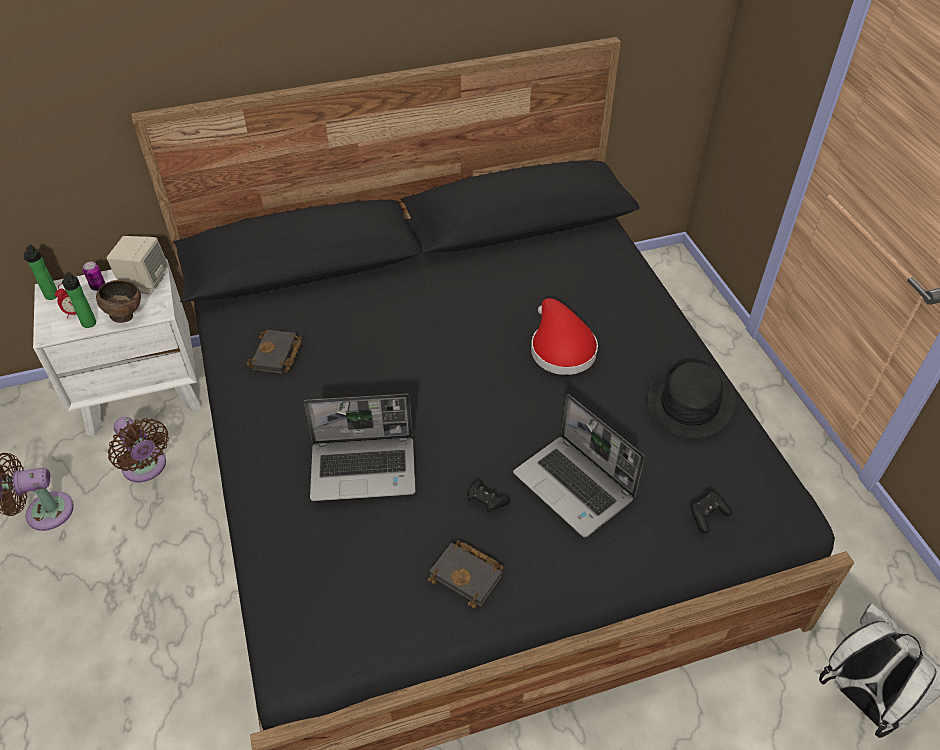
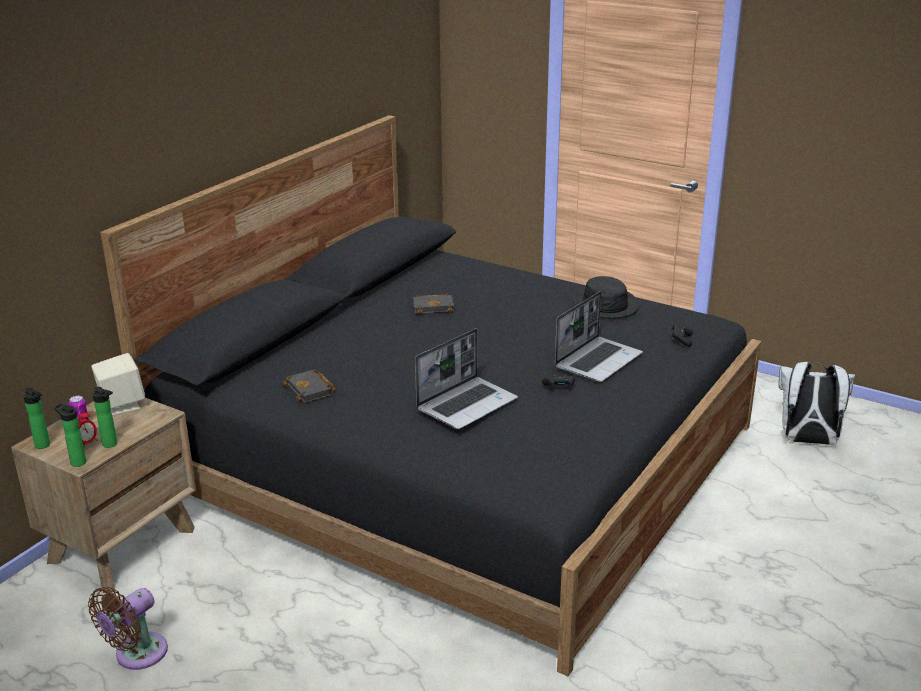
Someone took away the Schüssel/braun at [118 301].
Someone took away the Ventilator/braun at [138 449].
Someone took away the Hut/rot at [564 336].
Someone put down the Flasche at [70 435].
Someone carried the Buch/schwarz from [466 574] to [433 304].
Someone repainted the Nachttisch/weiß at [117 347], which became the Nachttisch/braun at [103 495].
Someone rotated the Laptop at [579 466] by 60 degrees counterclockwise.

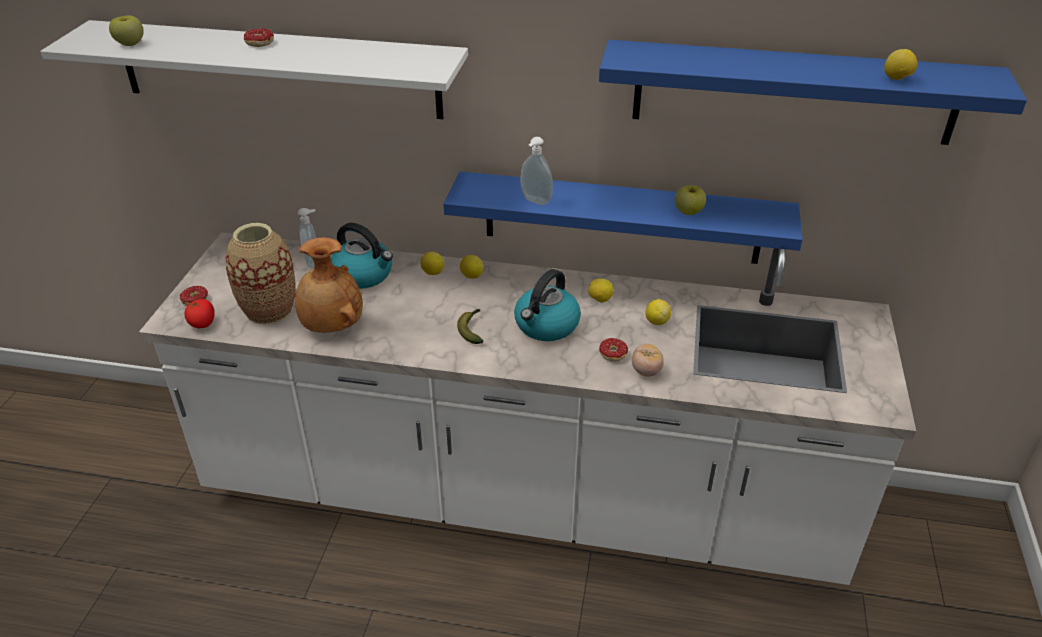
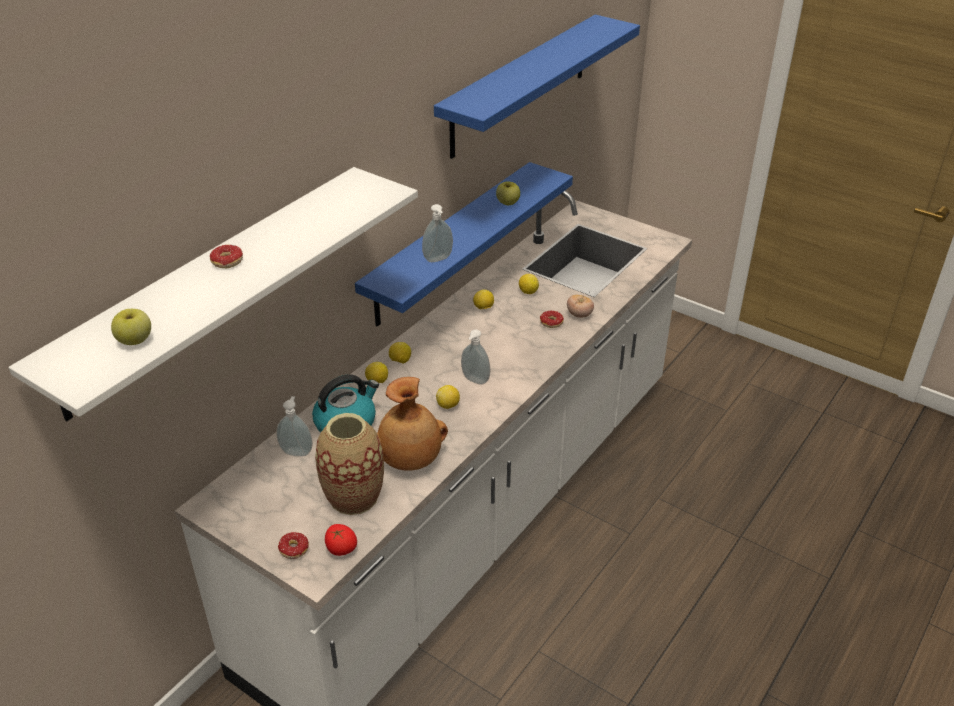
Someone took away the Wasserkessel at [547 305].
Someone carried the Zitrone from [901 64] to [448 397].
Someone swapped the Banane at [470 326] for the Seifenspender at [475 357].

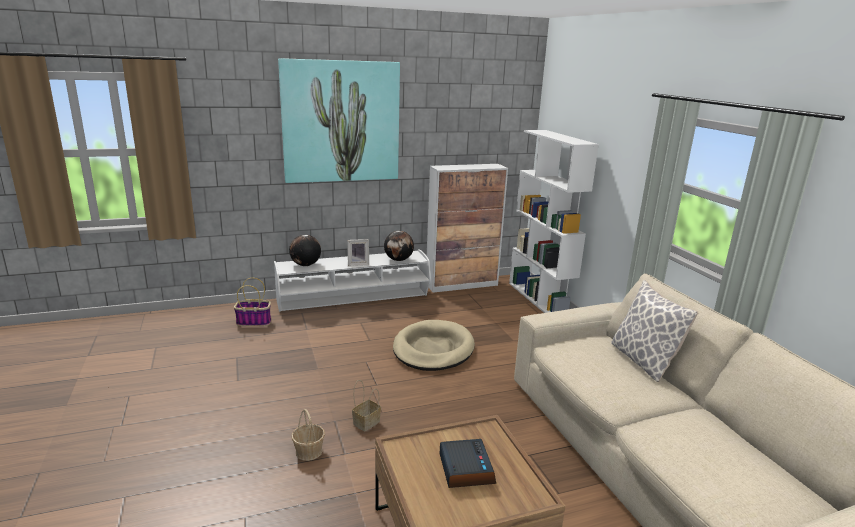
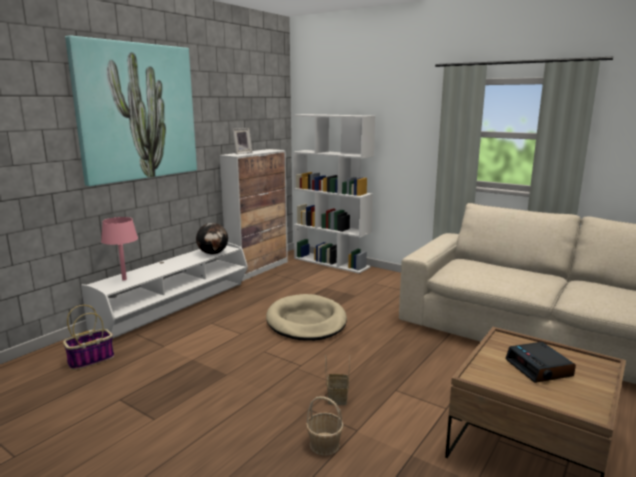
Someone took away the Kissen at [655 331].
Someone carried the Bilderrahmen from [358 252] to [243 141].
Someone swapped the Globus at [305 250] for the Tischlampe/rosa at [119 248].
Someone rotated the Wecker at [468 463] by 150 degrees counterclockwise.

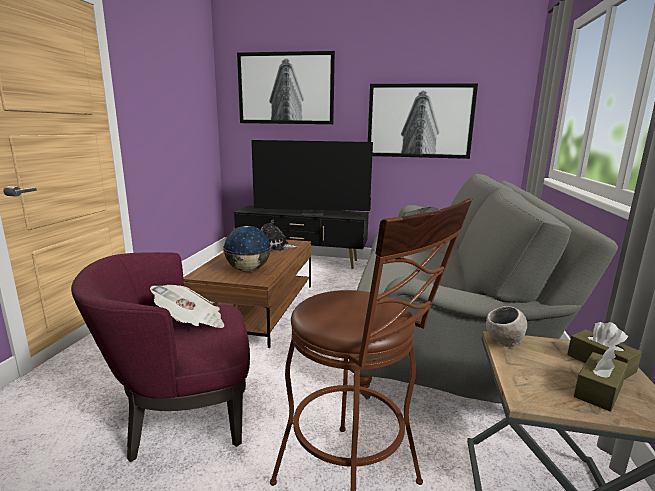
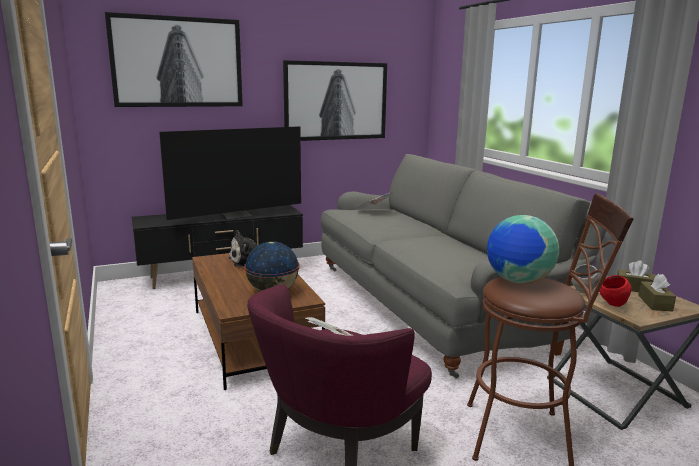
Someone put down the Globus at [523 249].
Someone put down the Schüssel/rot at [615 291].

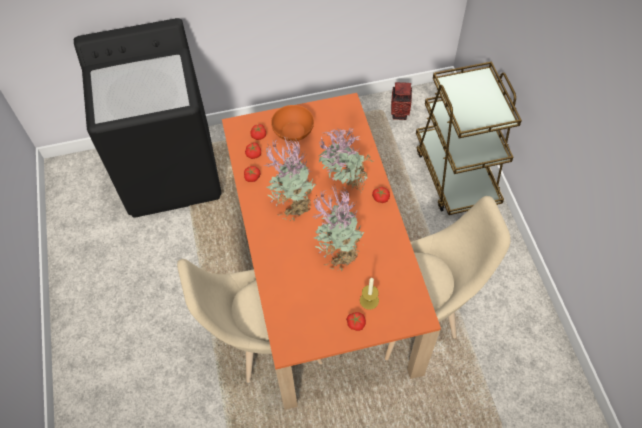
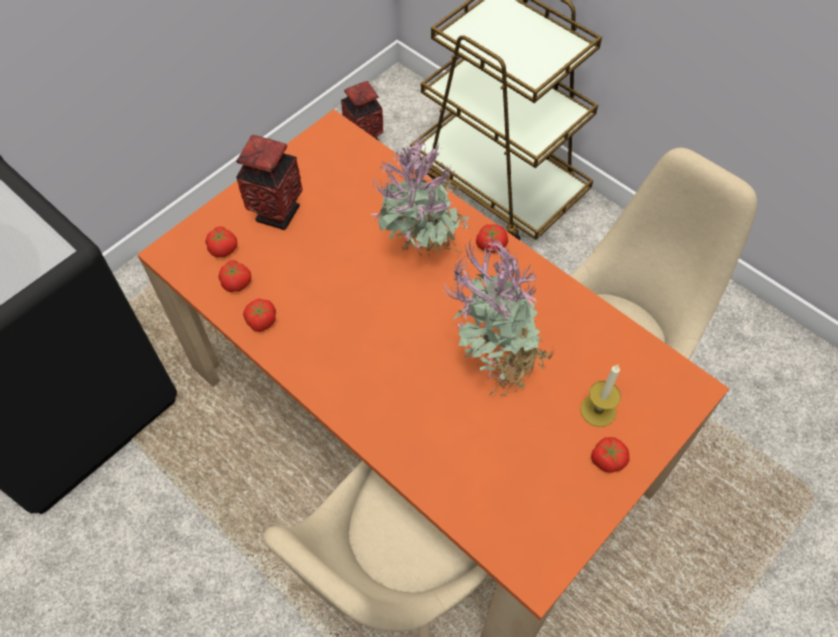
Someone took away the Topfpflanze at [290 179].
Someone swapped the Schüssel/orange at [292 123] for the Vase at [269 182].

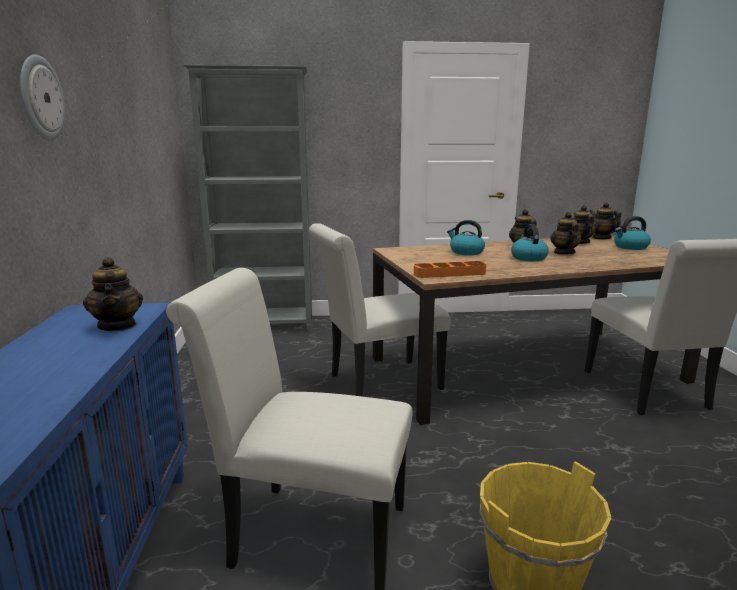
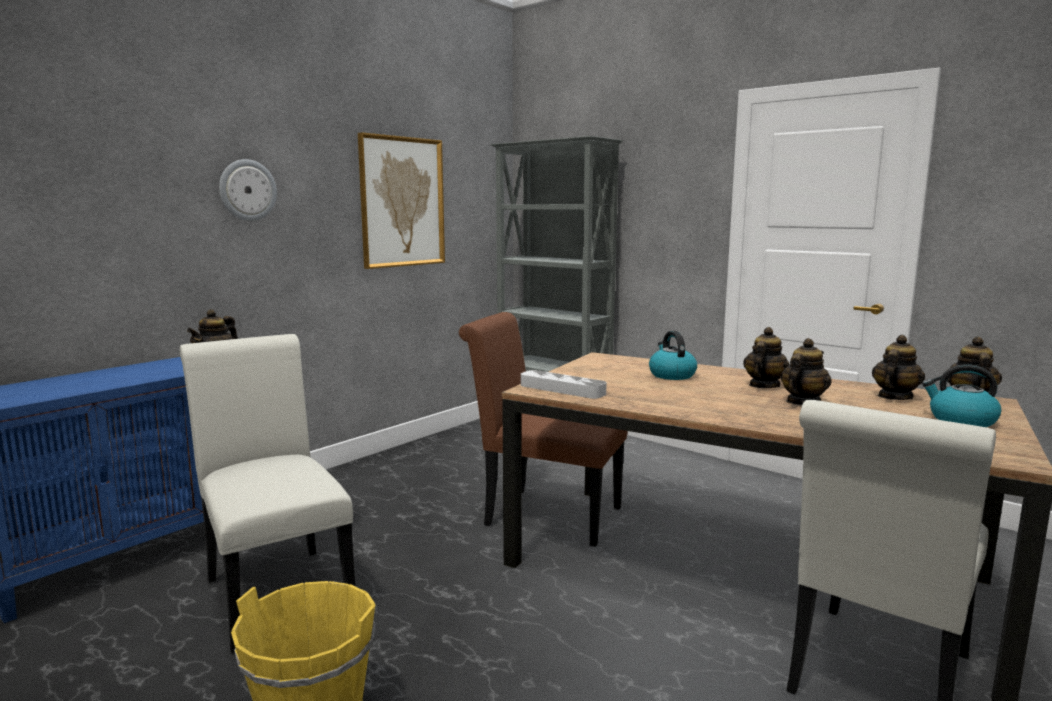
Someone took away the Wasserkessel at [530 242].
Someone put up the Bild at [401 200].
Someone repainted the Stuhl/weiß at [380 309], which became the Stuhl/braun at [543 429].
Someone repainted the Tablett/orange at [450 269], which became the Tablett/grau at [564 384].

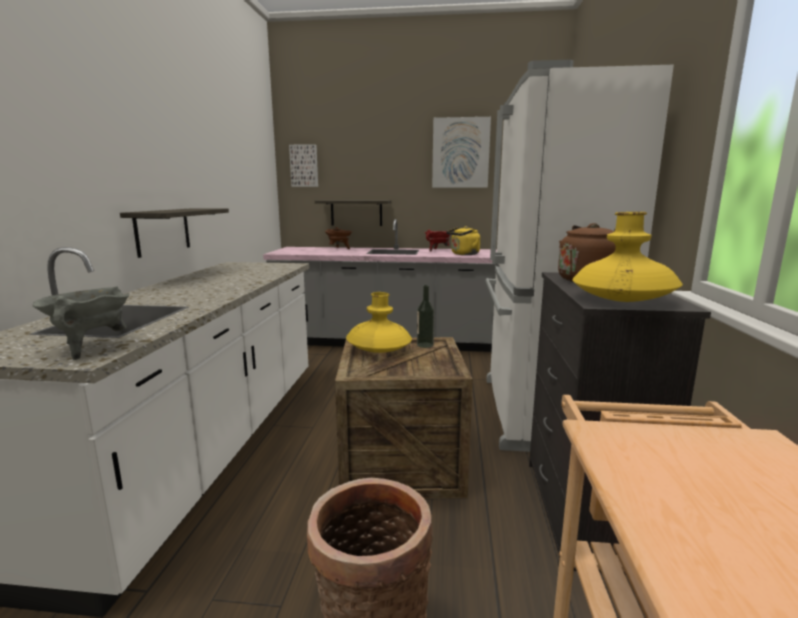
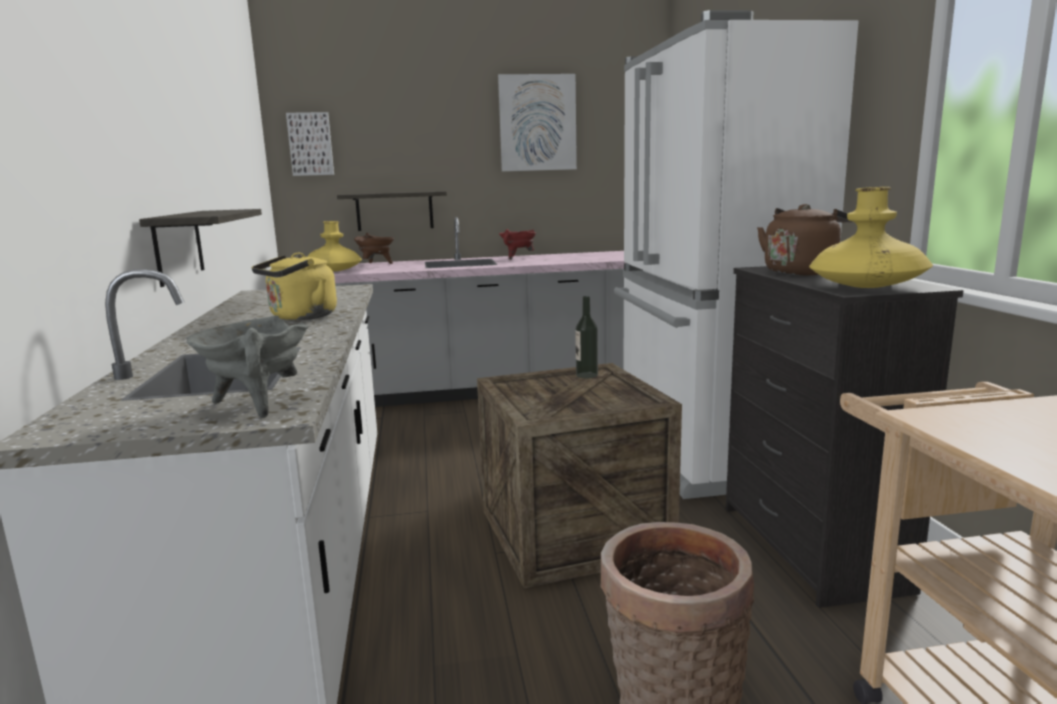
Someone carried the Vase/gelb from [379 322] to [334 246].
Someone carried the Wasserkessel/gelb from [463 240] to [294 286].

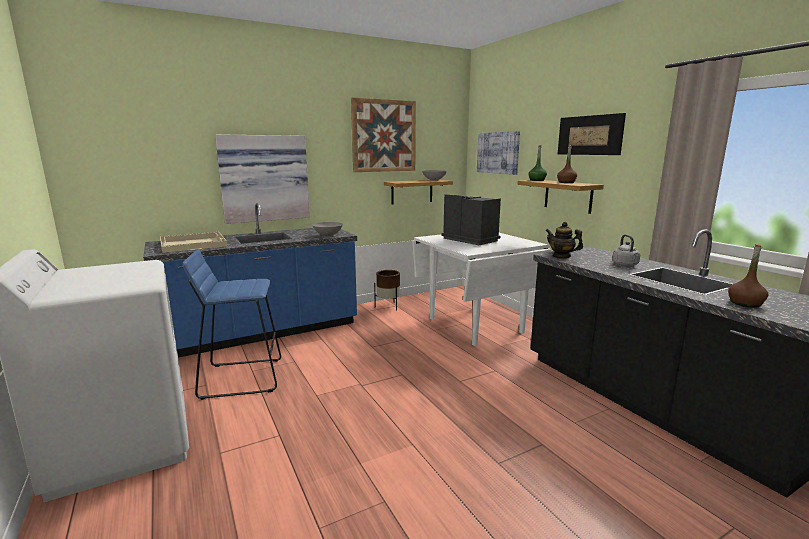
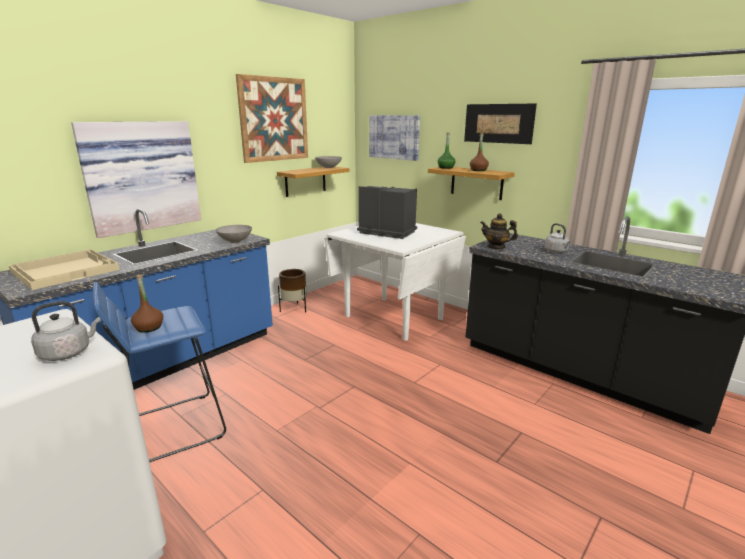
Someone put down the Wasserkessel/grau at [66 331].
Someone carried the Flasche/braun from [748 276] to [147 304].

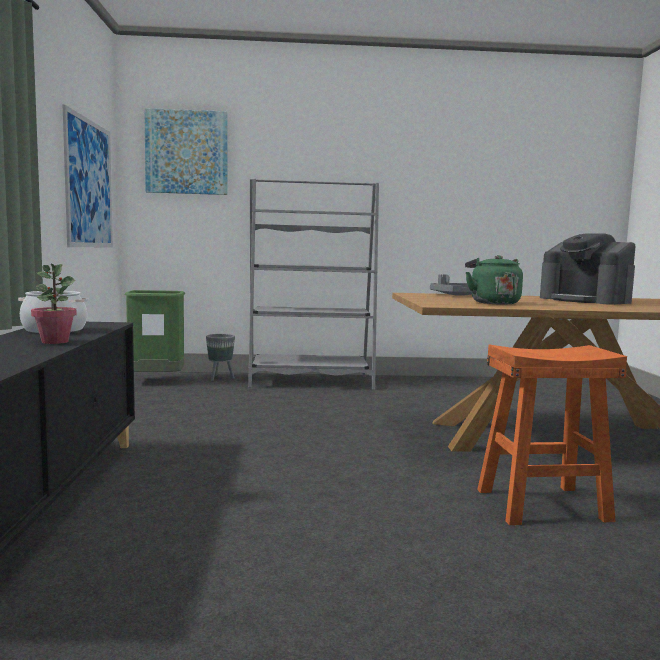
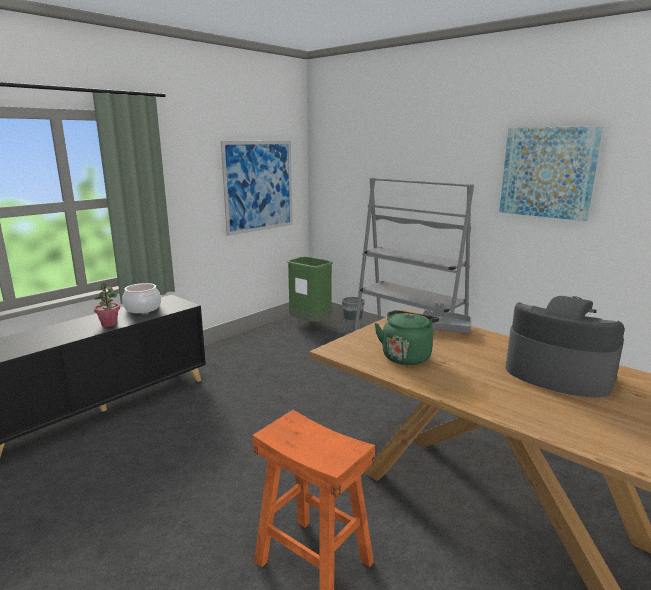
Someone carried the Bild from [186 151] to [551 173].
Someone rotated the Kaffeemaschine at [588 269] by 120 degrees clockwise.

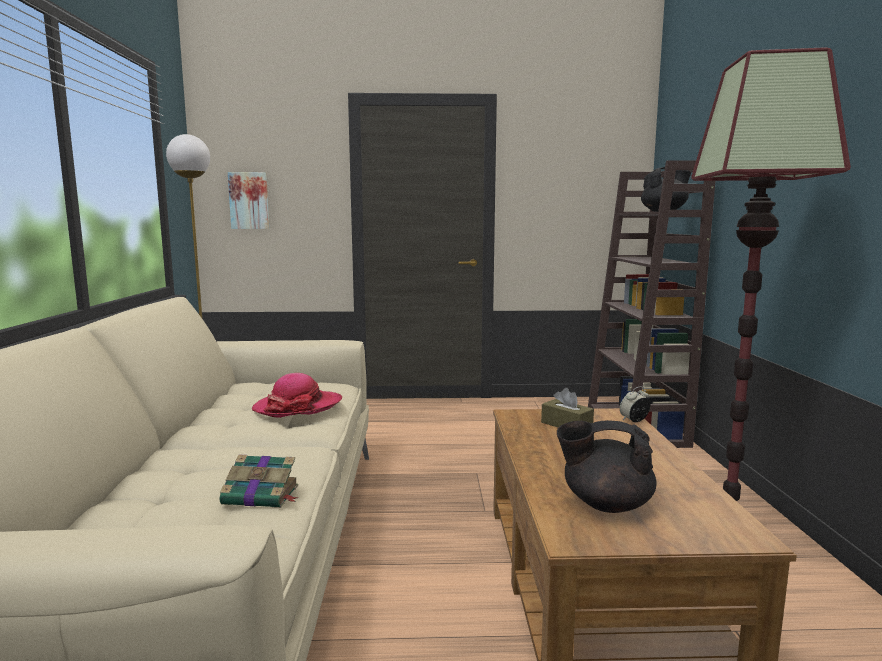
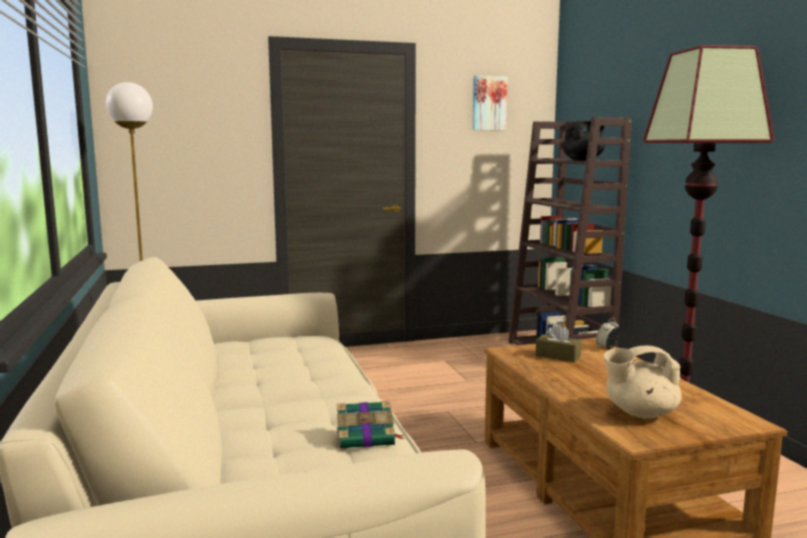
Someone took away the Hut at [297 395].
Someone carried the Bild from [248 200] to [490 102].
Someone repainted the Teekanne/schwarz at [607 466], which became the Teekanne/beige at [642 382].

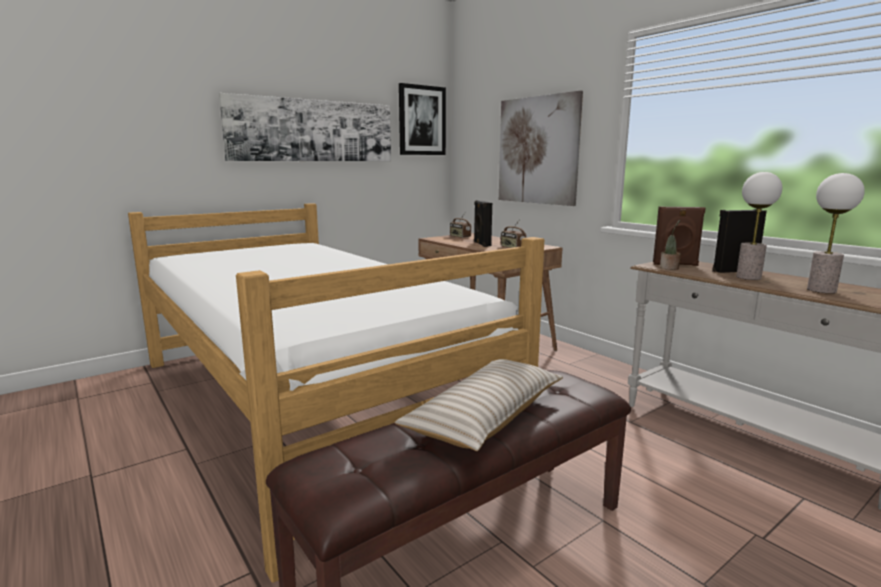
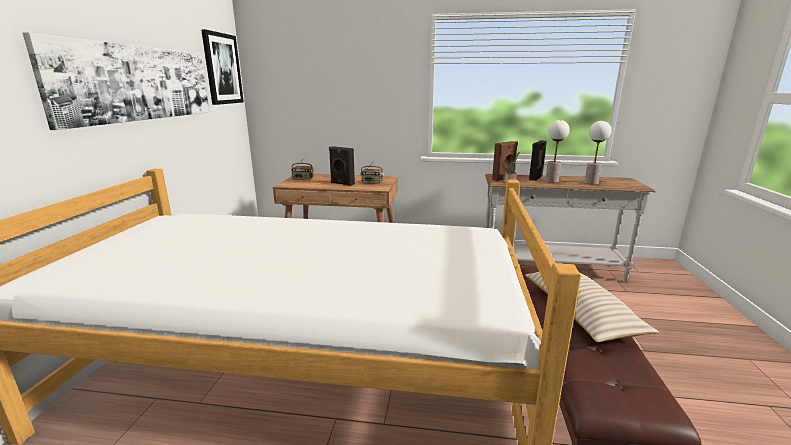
Someone took away the Bild at [541 148].

